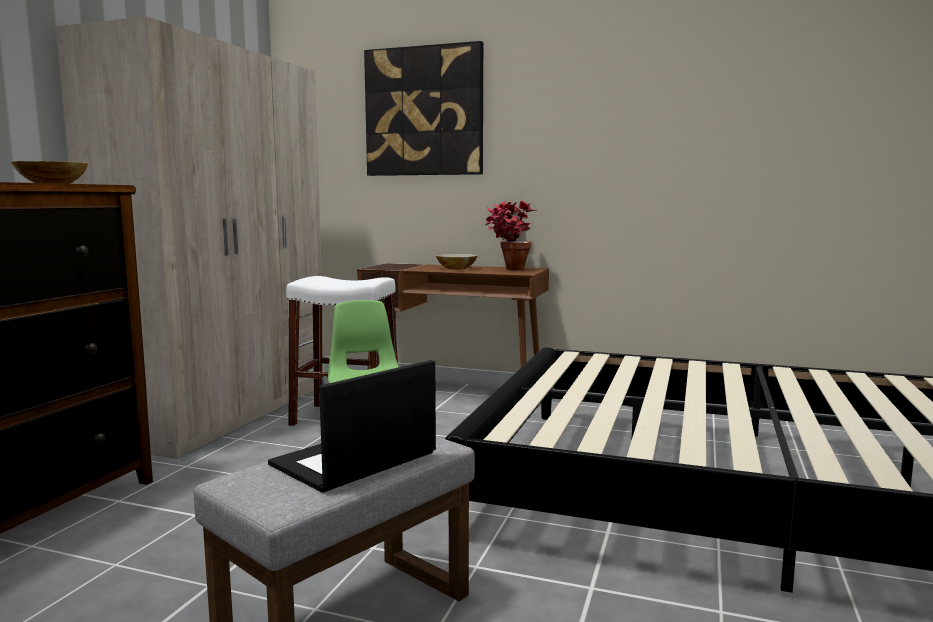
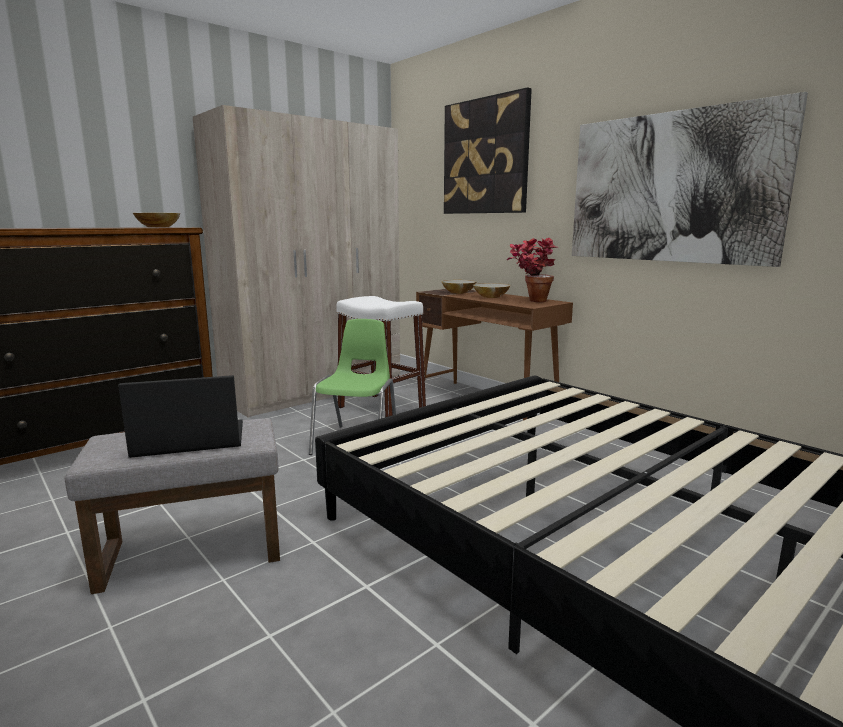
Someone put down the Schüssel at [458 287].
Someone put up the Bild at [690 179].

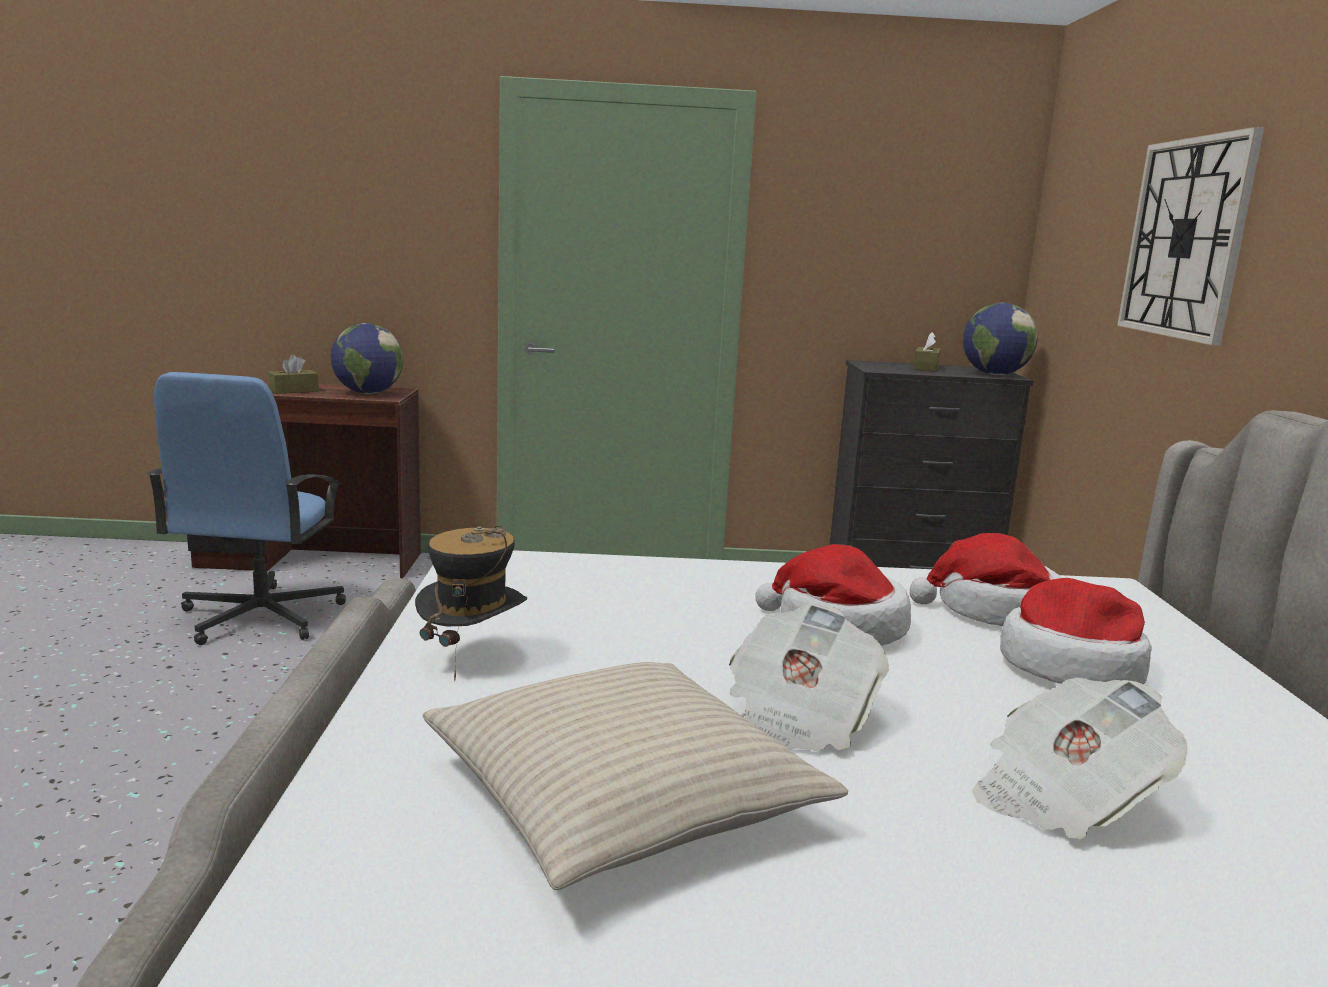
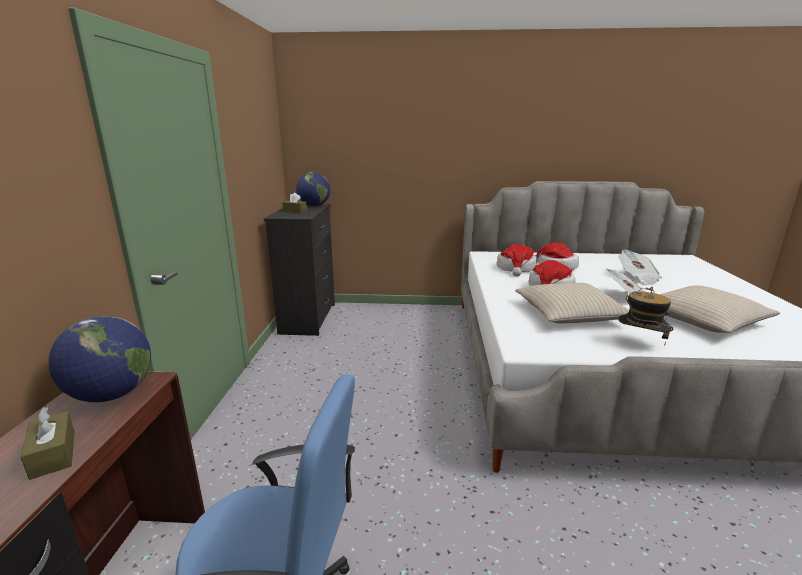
Someone took away the Wanduhr at [1191 236].
Someone put down the Kissen/beige at [572 303].

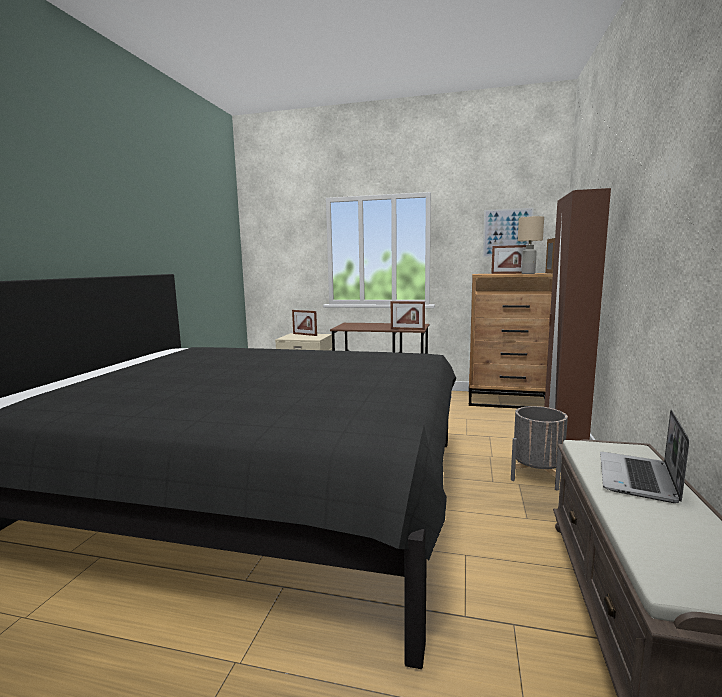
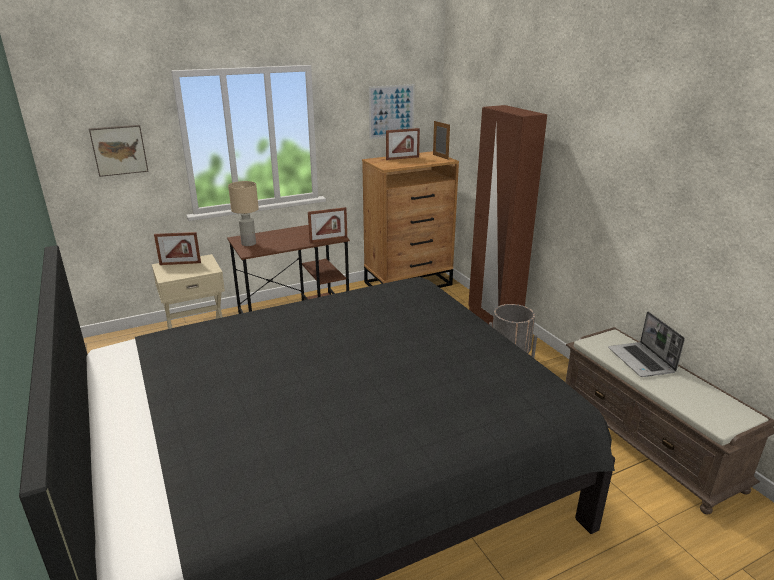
Someone put up the Bild at [119 151].
Someone carried the Tischlampe/beige from [531 245] to [243 213].

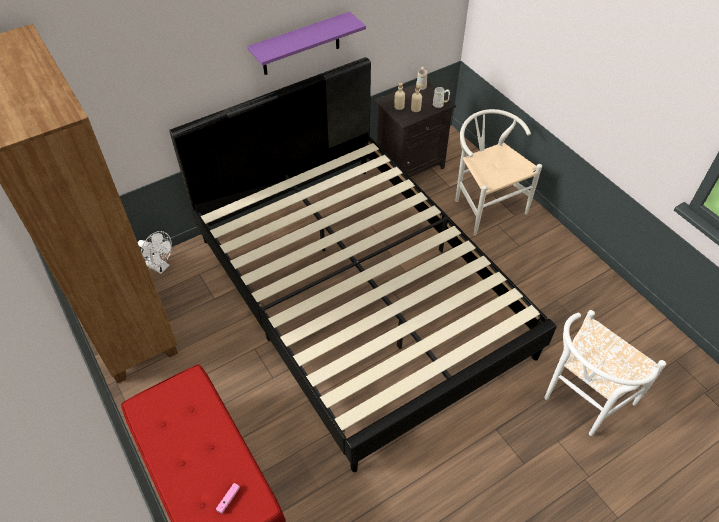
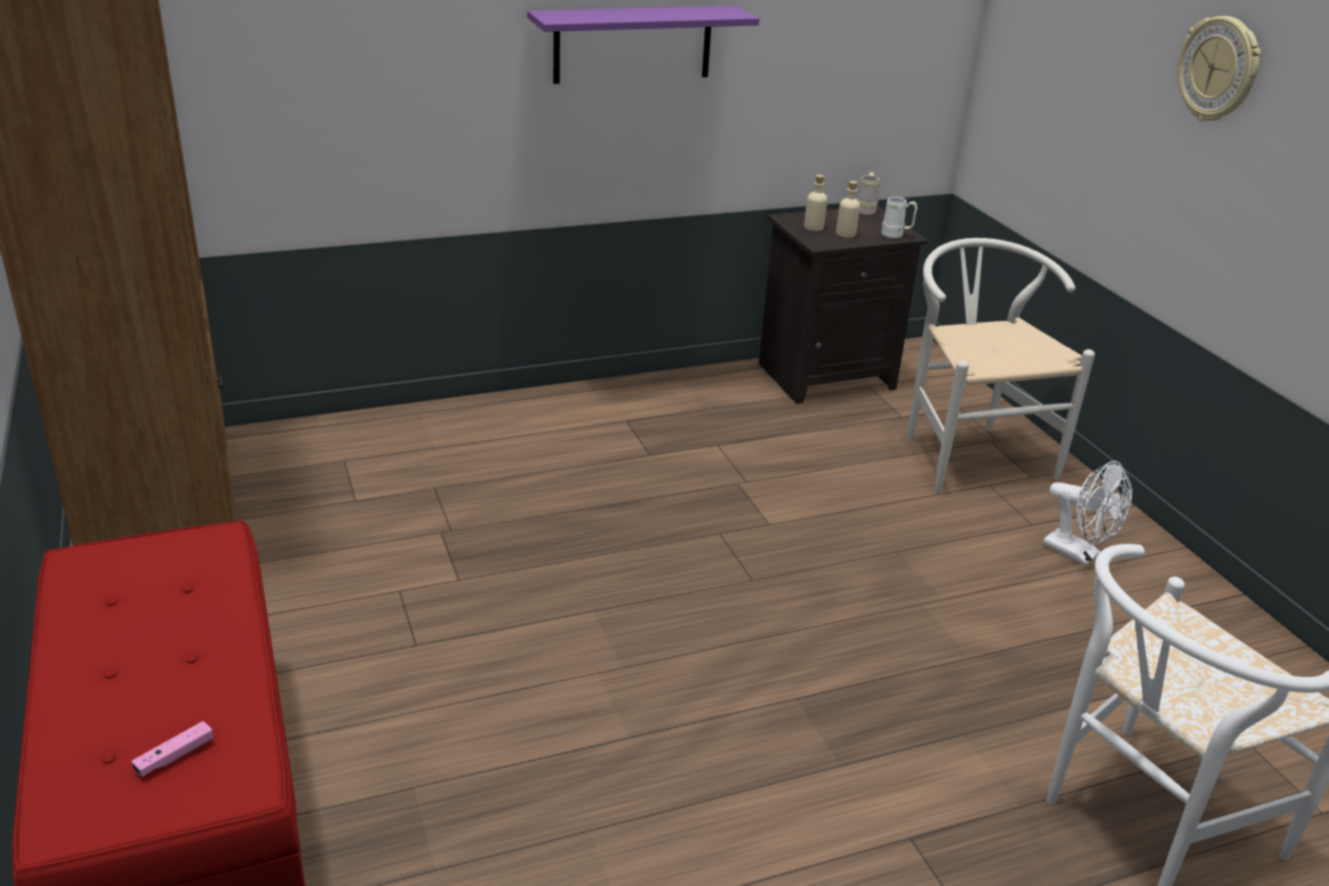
Someone took away the Bett/schwarz at [362 264].
Someone put up the Wanduhr at [1219 68].
Someone carried the Ventilator/weiß from [155 252] to [1087 513].

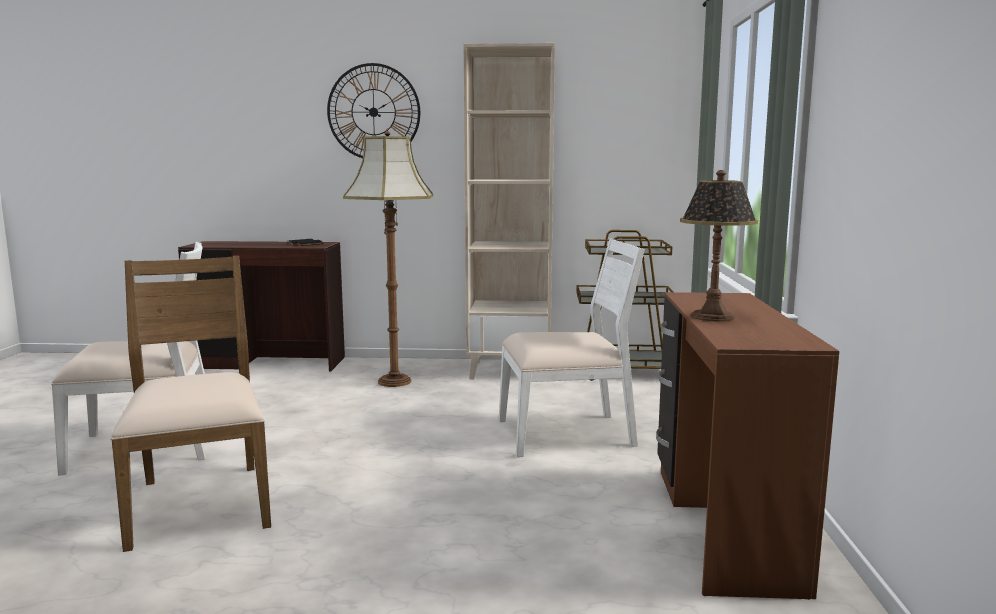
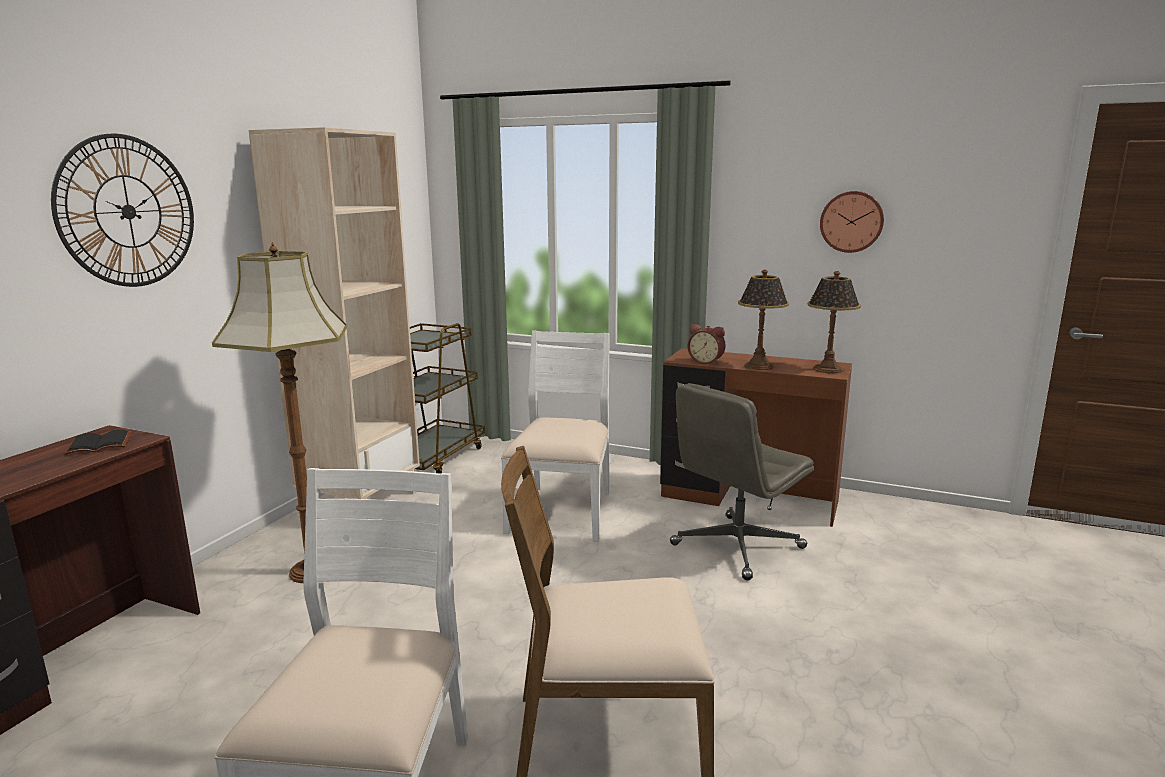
Someone put down the Bürostuhl/grau at [742 482].
Someone put down the Wecker at [707 344].
Someone put down the Tischlampe at [834 322].
Someone put up the Wanduhr at [852 222].

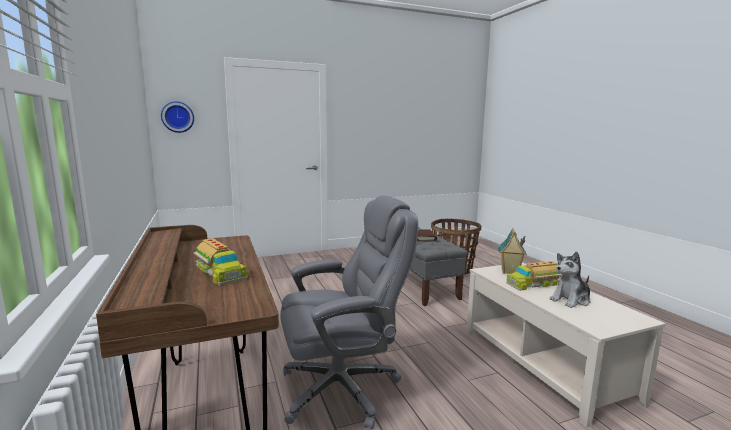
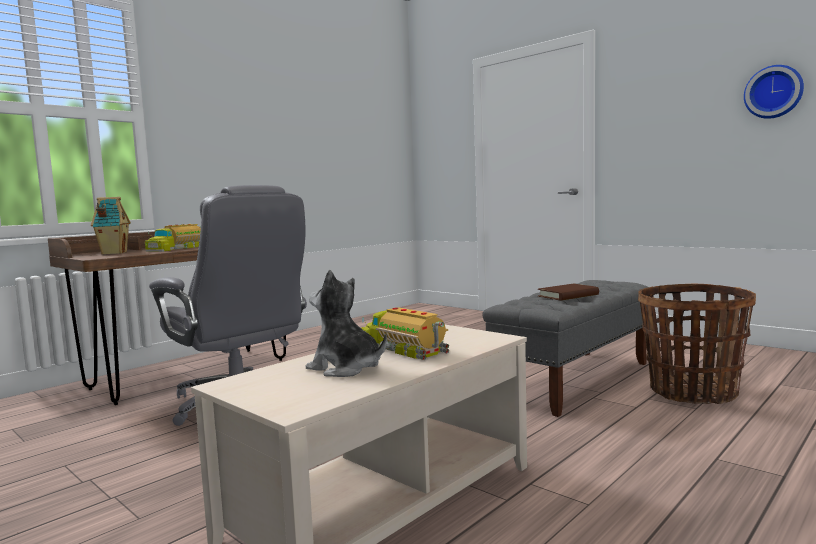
Someone carried the Wanduhr from [177 117] to [774 92].
Someone carried the Spielzeughaus from [512 251] to [111 225].

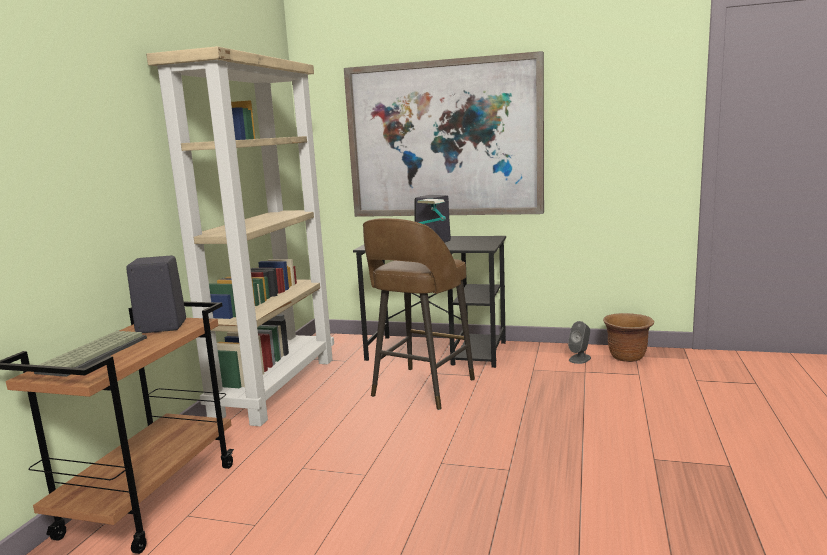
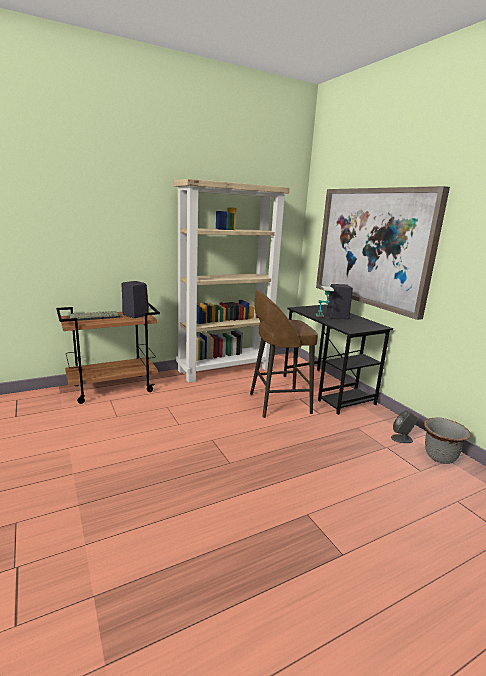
Someone repainted the Pflanzkübel/braun at [628 337], which became the Pflanzkübel/grau at [447 440].

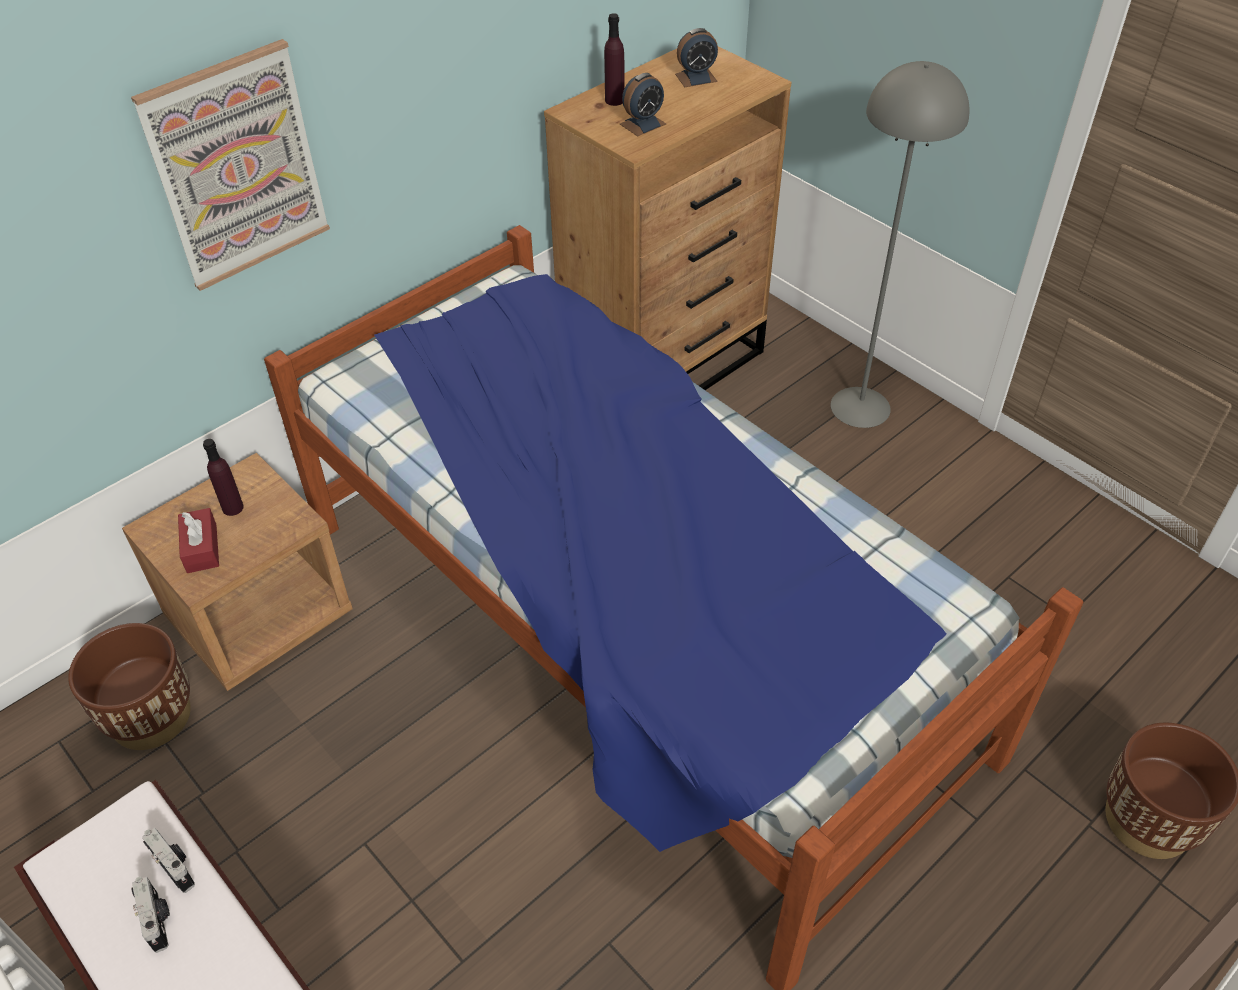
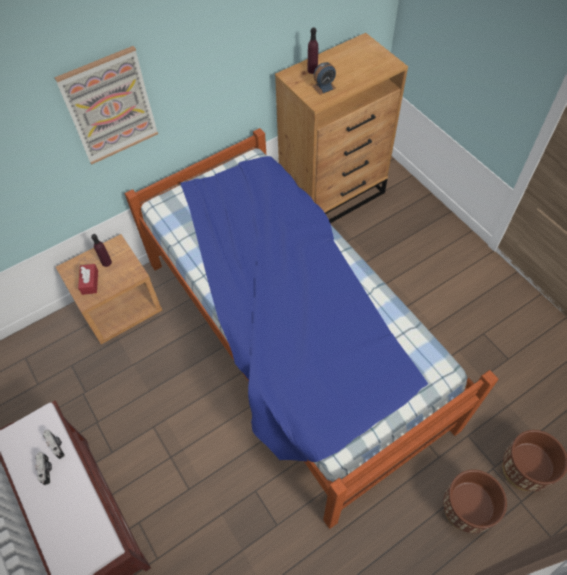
Someone took away the Wecker at [696 57].
Someone took away the Stehlampe/grau at [900 244].
Someone carried the Pflanzkübel/braun from [129 686] to [475 501].

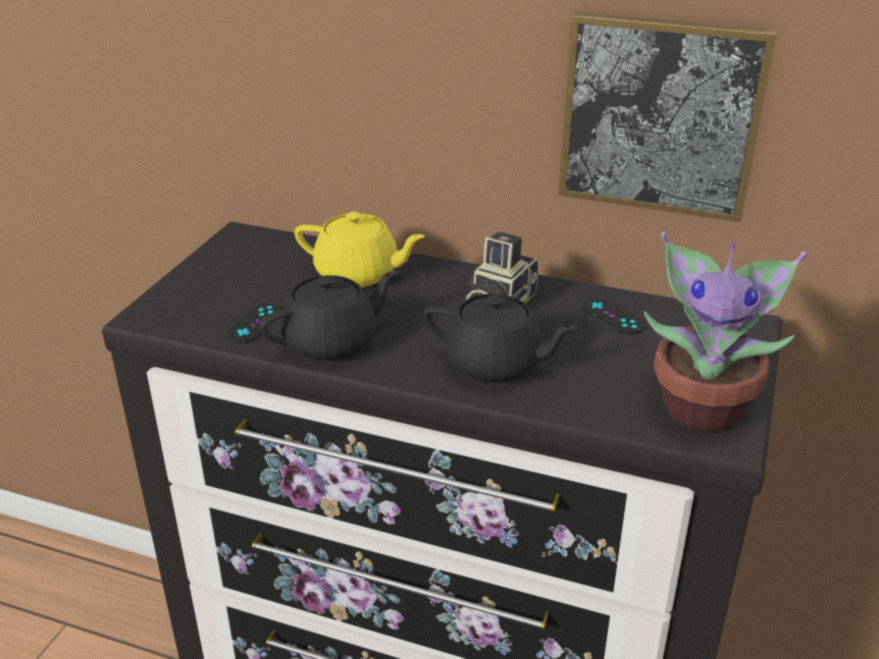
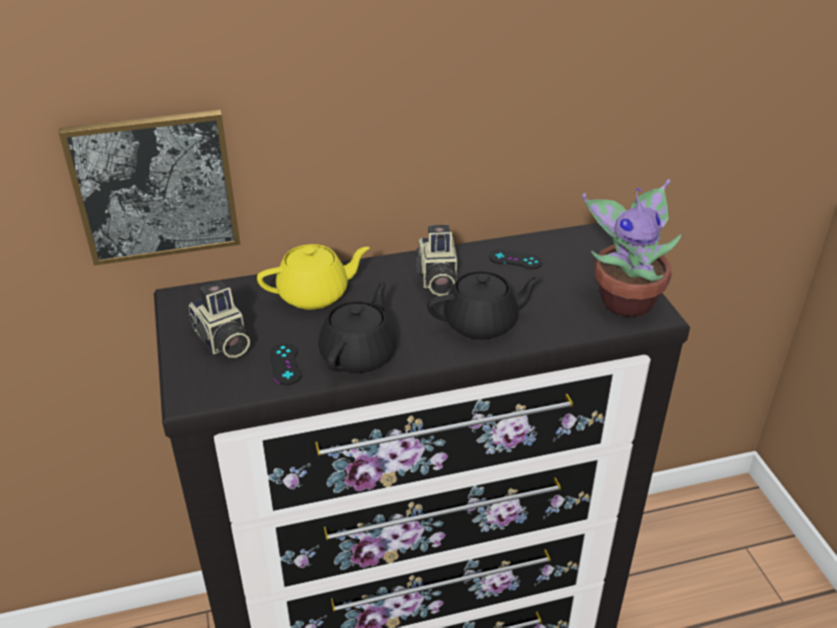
Someone put down the Kamera at [219 319].
Someone carried the Bild from [667 117] to [149 188].

